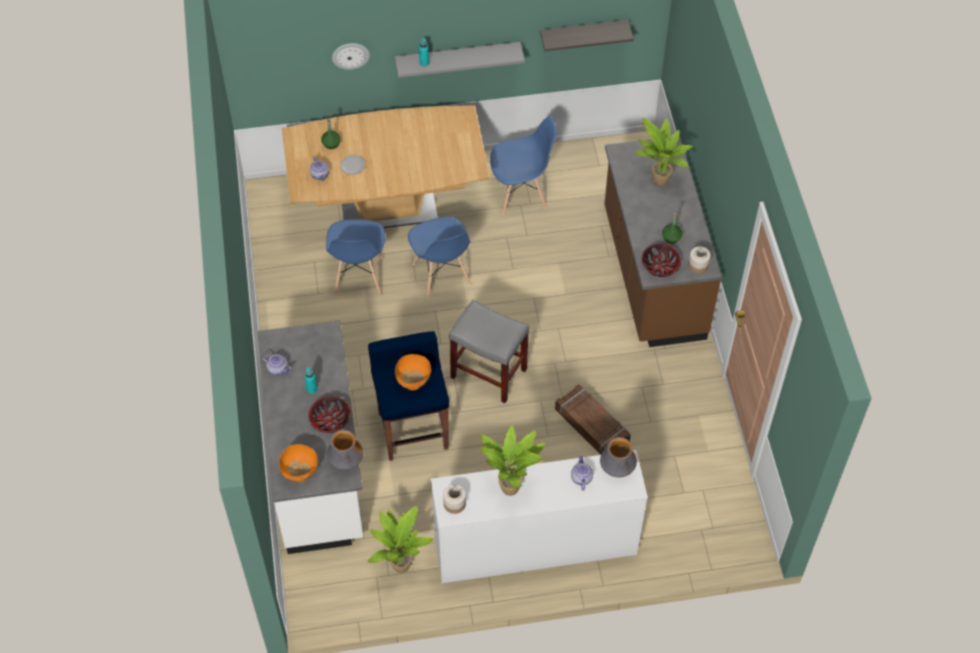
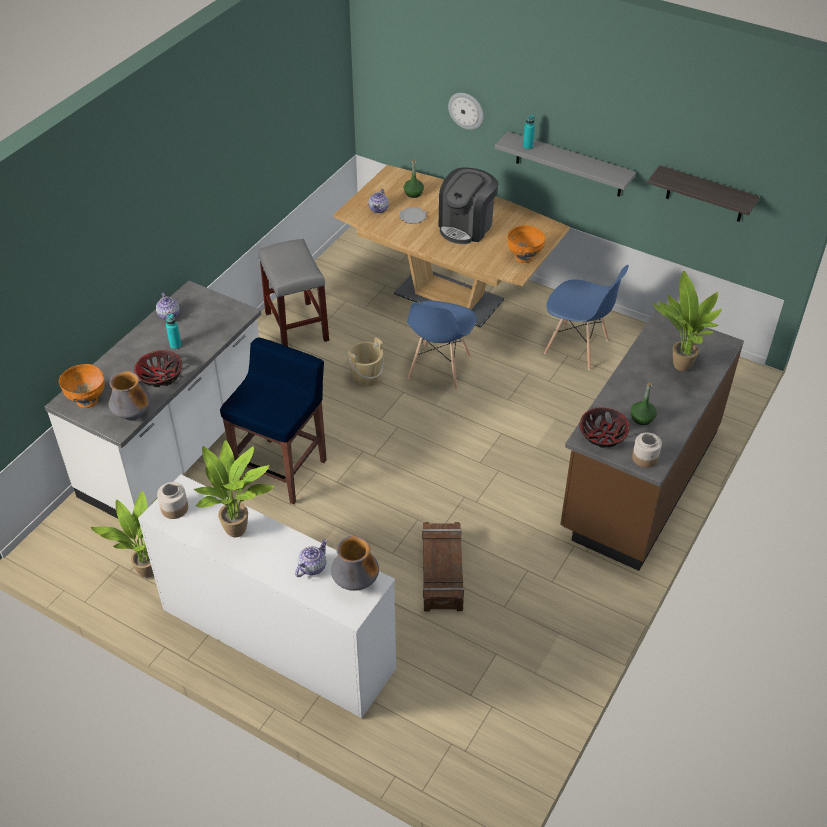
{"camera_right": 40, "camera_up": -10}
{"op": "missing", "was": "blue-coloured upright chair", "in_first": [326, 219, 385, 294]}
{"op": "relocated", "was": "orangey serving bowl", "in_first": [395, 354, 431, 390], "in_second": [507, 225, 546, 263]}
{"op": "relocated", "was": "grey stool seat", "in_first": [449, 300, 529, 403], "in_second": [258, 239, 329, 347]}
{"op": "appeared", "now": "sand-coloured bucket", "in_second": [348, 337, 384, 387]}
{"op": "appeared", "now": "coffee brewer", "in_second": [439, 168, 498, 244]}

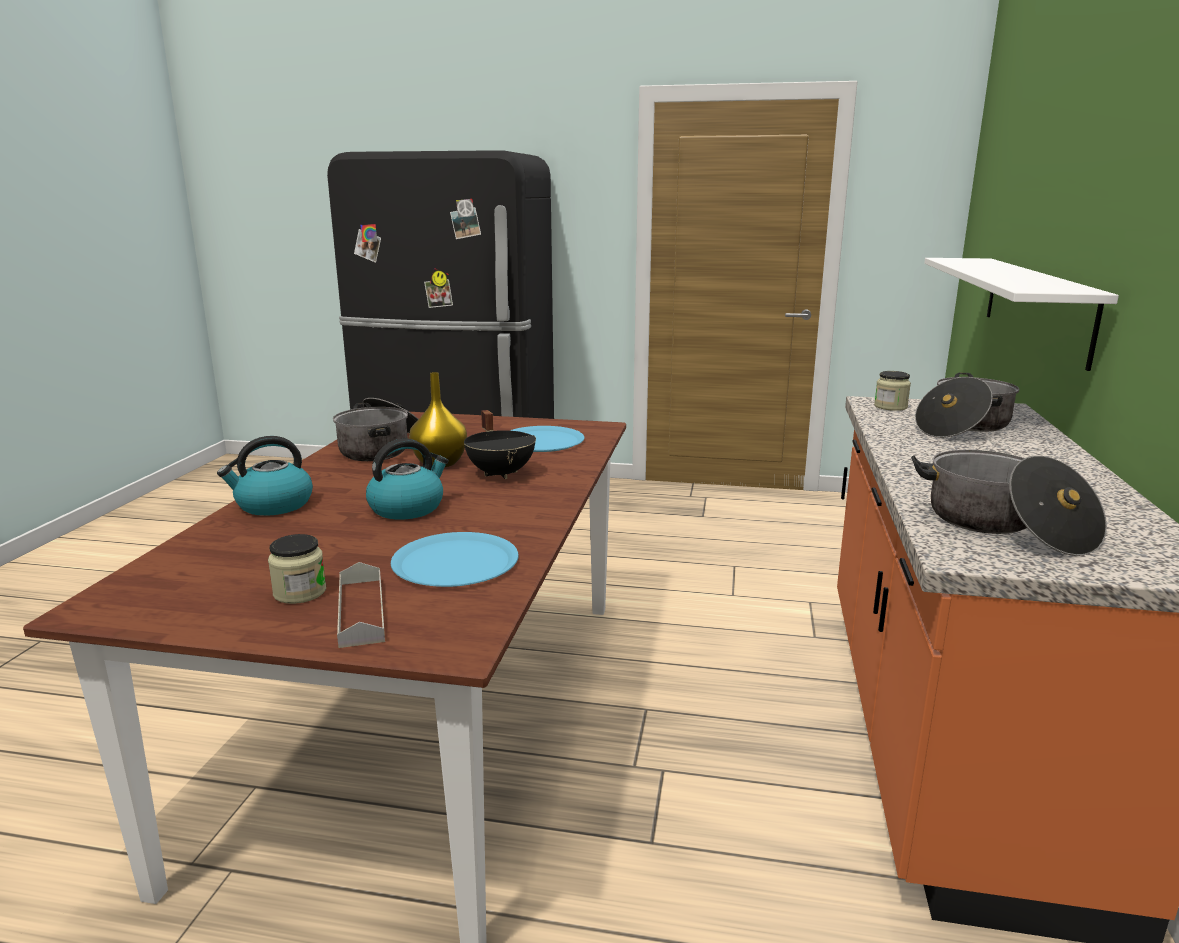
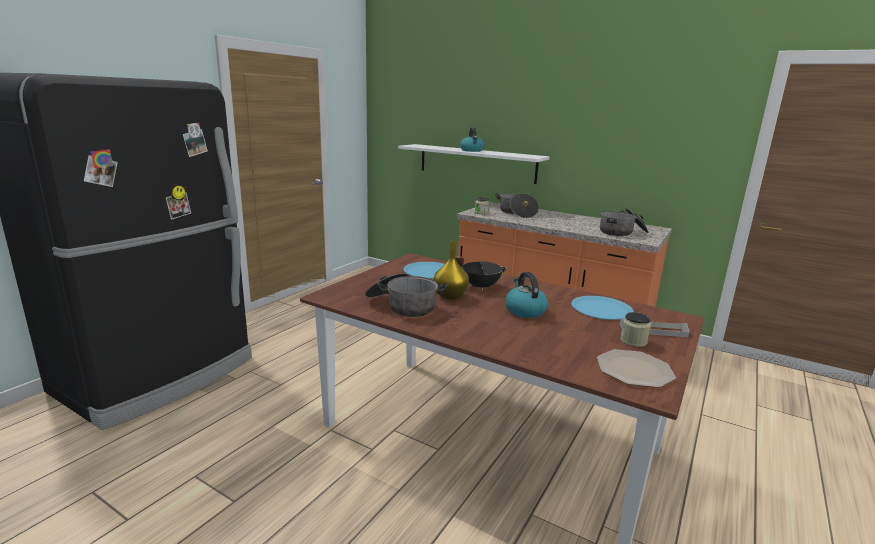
{"camera_right": -70, "camera_up": 0}
{"op": "relocated", "was": "tea kettle", "in_first": [217, 436, 313, 516], "in_second": [460, 127, 484, 152]}
{"op": "appeared", "now": "plate", "in_second": [597, 349, 676, 388]}

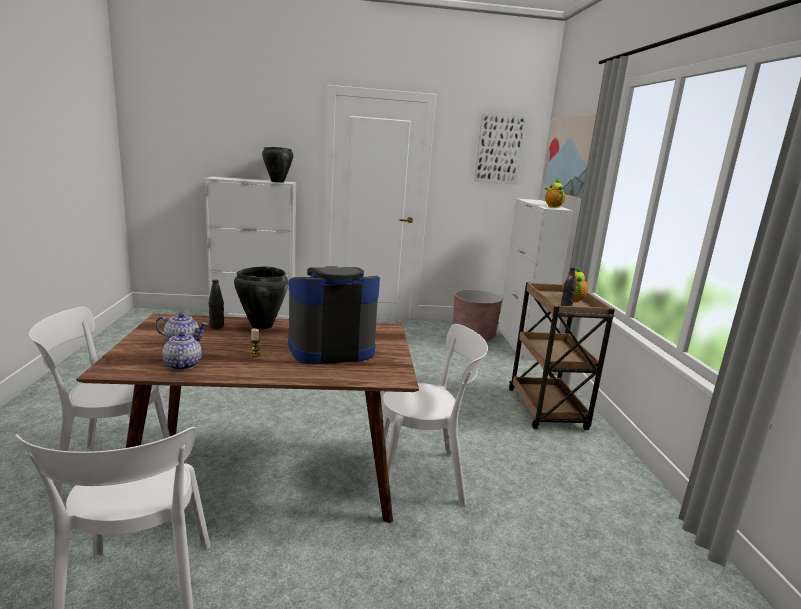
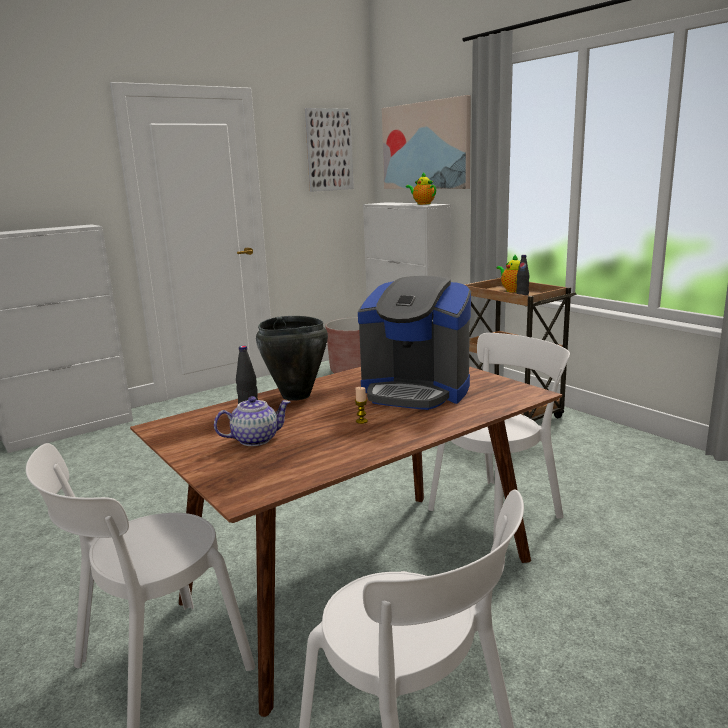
{"camera_right": -30, "camera_up": 0}
{"op": "missing", "was": "teapot", "in_first": [162, 331, 202, 371]}
{"op": "missing", "was": "blackish cooking pot", "in_first": [262, 147, 294, 183]}
{"op": "spun", "was": "coffee brewer", "in_first": [288, 266, 380, 364], "in_second": [358, 276, 471, 410], "clockwise": -105}

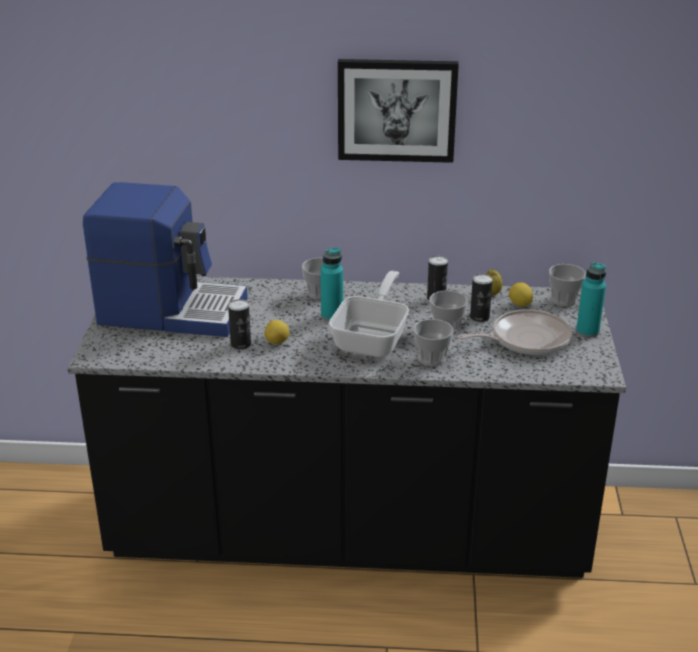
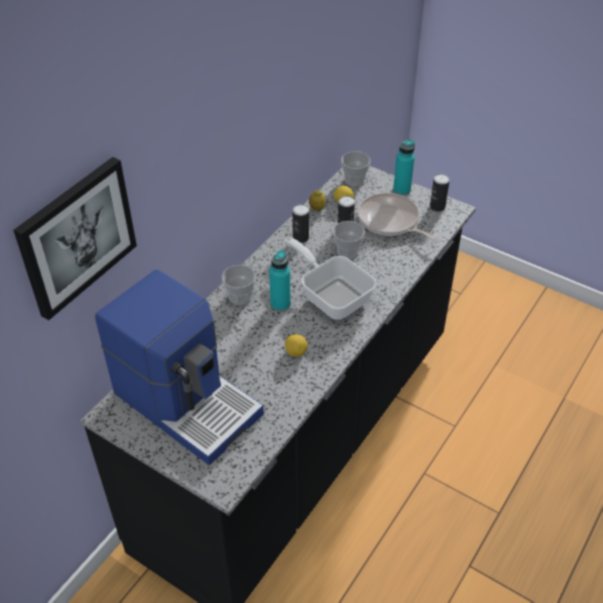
{"camera_right": -60, "camera_up": 15}
{"op": "spun", "was": "coffee brewer", "in_first": [83, 182, 248, 337], "in_second": [95, 270, 264, 465], "clockwise": 90}
{"op": "relocated", "was": "metal can", "in_first": [228, 299, 251, 349], "in_second": [430, 174, 450, 212]}
{"op": "relocated", "was": "wall picture", "in_first": [338, 59, 459, 163], "in_second": [13, 157, 137, 320]}
{"op": "missing", "was": "small cup", "in_first": [413, 319, 454, 366]}
{"op": "spun", "was": "pan", "in_first": [457, 309, 572, 355], "in_second": [358, 193, 438, 242], "clockwise": -60}

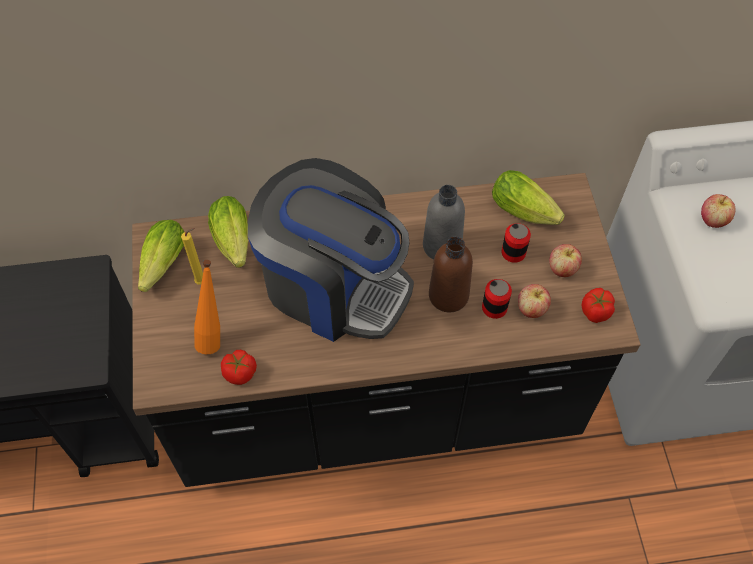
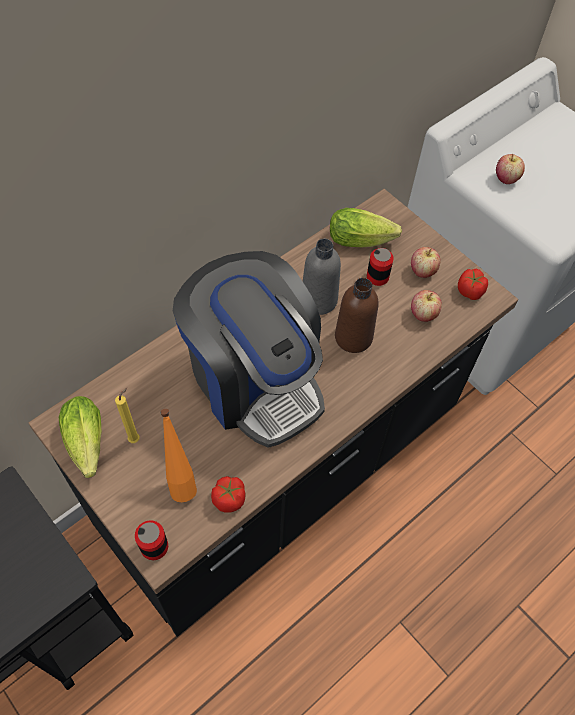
{"camera_right": -35, "camera_up": 0}
{"op": "missing", "was": "lettuce", "in_first": [208, 196, 248, 268]}
{"op": "spun", "was": "coffee brewer", "in_first": [248, 158, 414, 342], "in_second": [173, 251, 325, 448], "clockwise": 60}
{"op": "relocated", "was": "metal can", "in_first": [482, 279, 512, 319], "in_second": [135, 520, 168, 560]}

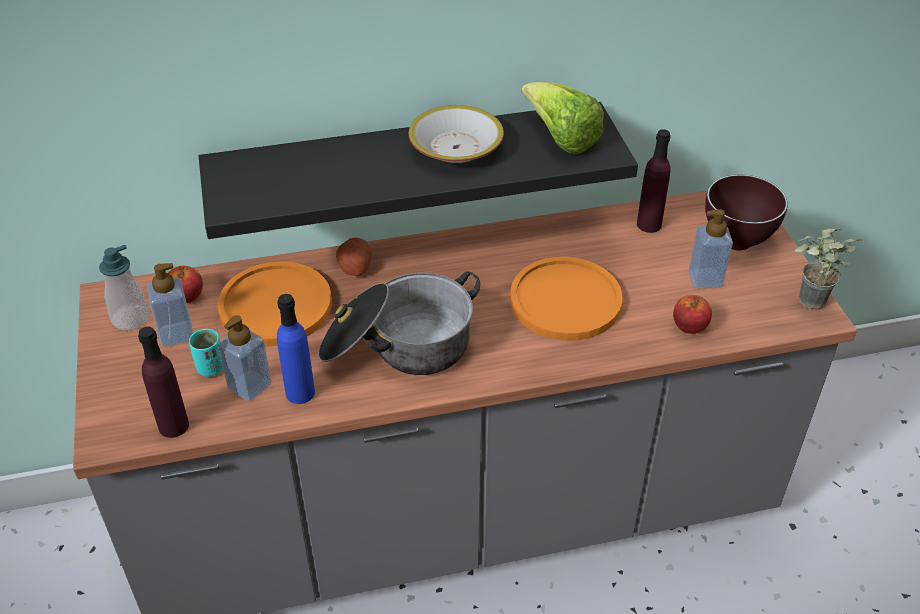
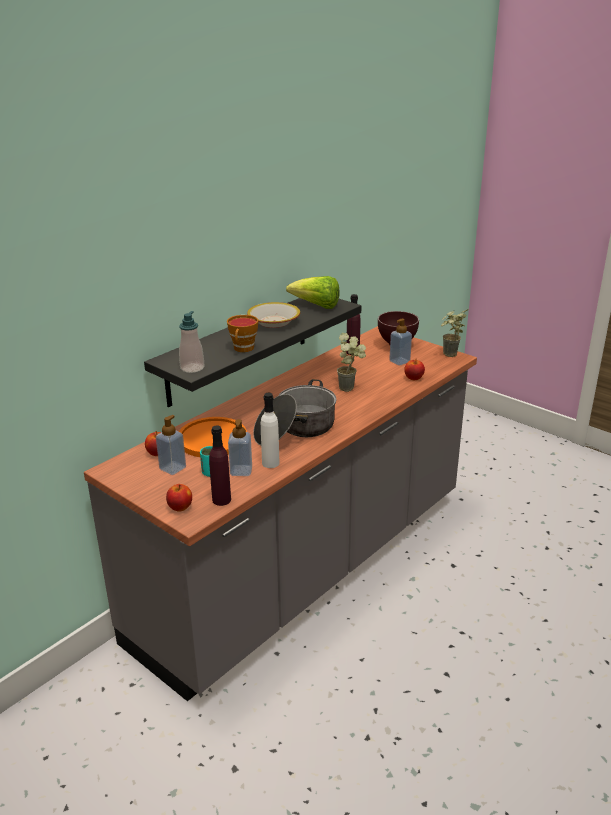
{"camera_right": -35, "camera_up": -15}
{"op": "relocated", "was": "soap dispenser", "in_first": [99, 245, 149, 330], "in_second": [179, 311, 205, 373]}
{"op": "colour", "was": "blue-coloured bottle", "now": "white bottle", "in_first": [277, 294, 315, 404], "in_second": [261, 393, 280, 468]}
{"op": "missing", "was": "potato", "in_first": [336, 238, 372, 276]}
{"op": "exchanged", "was": "orangey plate", "now": "potted plant", "in_first": [510, 257, 623, 341], "in_second": [337, 333, 366, 392]}
{"op": "appeared", "now": "whole apple", "in_second": [166, 484, 192, 512]}
{"op": "appeared", "now": "small cup", "in_second": [227, 315, 259, 352]}

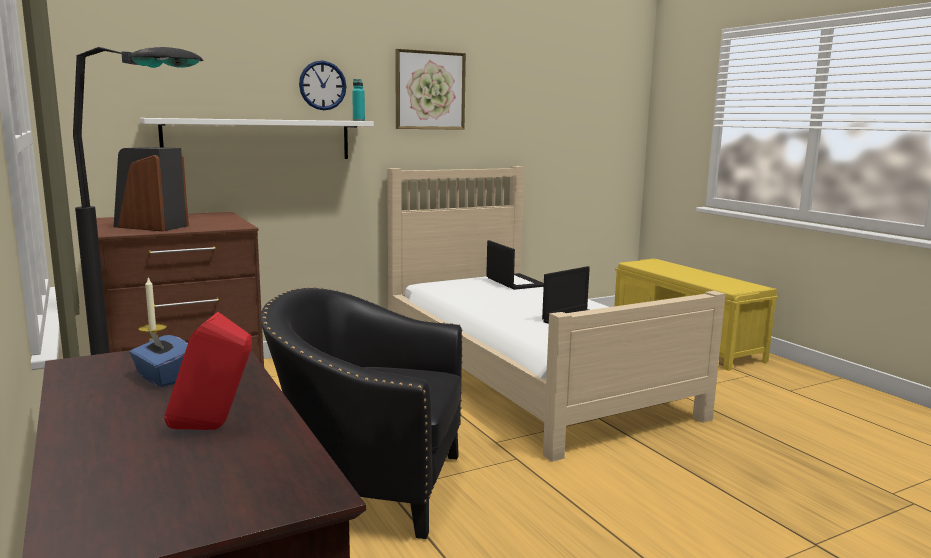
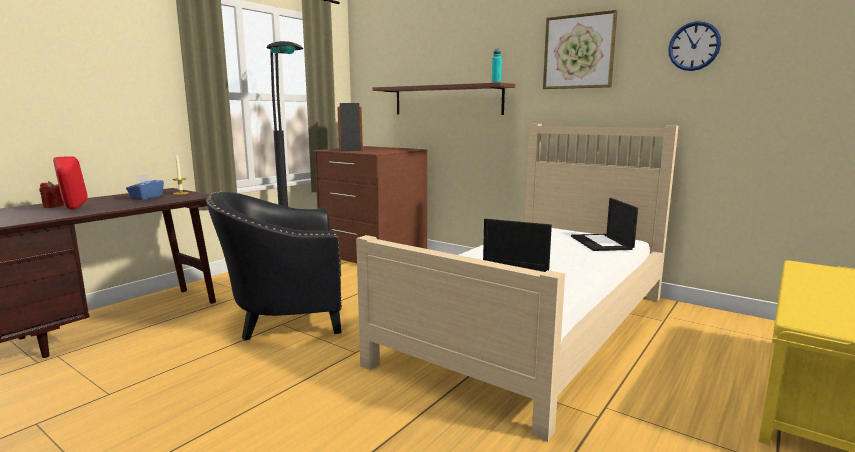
{"camera_right": 65, "camera_up": 0}
{"op": "colour", "was": "white bracket shelf", "now": "brownish bracket shelf", "in_first": [140, 118, 374, 159], "in_second": [372, 82, 515, 115]}
{"op": "spun", "was": "blackish easy chair", "in_first": [260, 287, 463, 539], "in_second": [206, 192, 342, 340], "clockwise": -90}
{"op": "relocated", "was": "clock on the wall", "in_first": [299, 60, 347, 110], "in_second": [668, 21, 721, 71]}
{"op": "spun", "was": "notebook computer", "in_first": [486, 240, 544, 290], "in_second": [571, 198, 638, 251], "clockwise": 135}
{"op": "appeared", "now": "reddish candle", "in_second": [39, 181, 65, 208]}

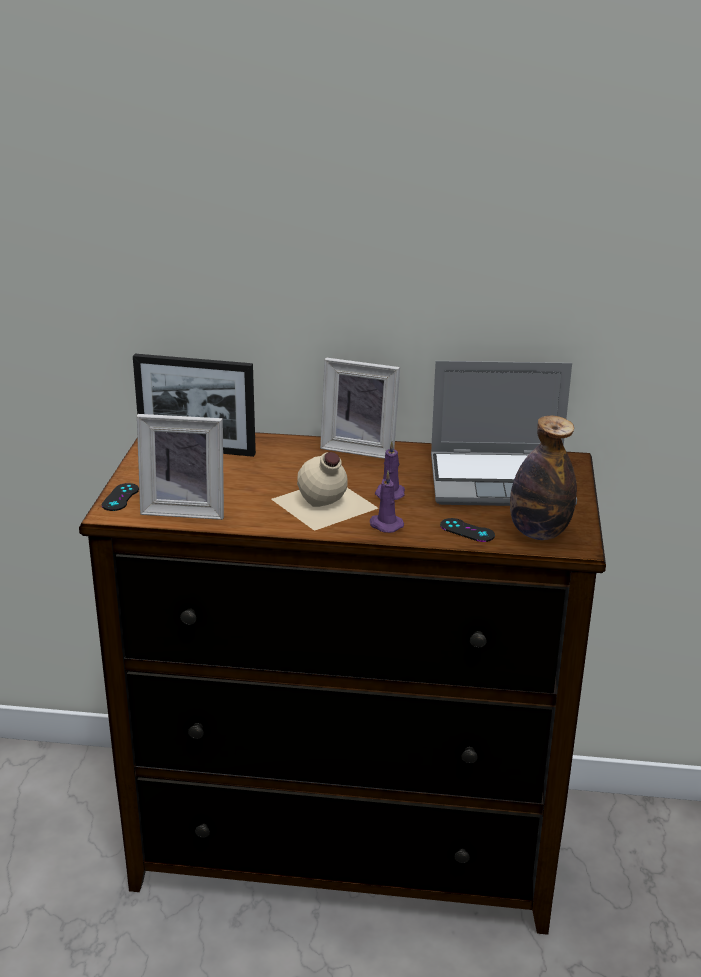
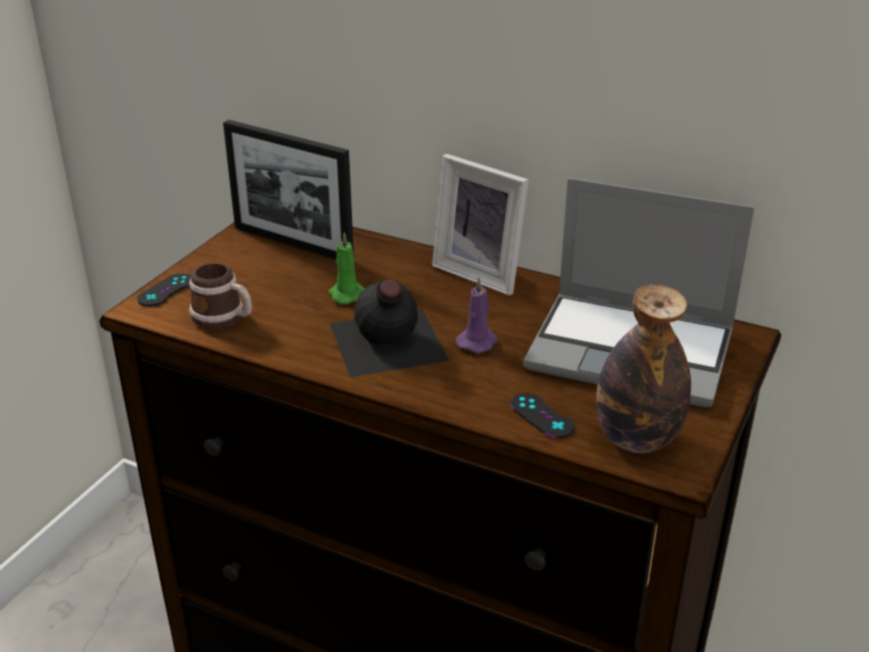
{"camera_right": 20, "camera_up": 5}
{"op": "exchanged", "was": "standing frame", "now": "tea mug", "in_first": [137, 414, 224, 520], "in_second": [189, 263, 252, 329]}
{"op": "colour", "was": "sand-coloured bottle", "now": "blackish bottle", "in_first": [271, 452, 378, 531], "in_second": [329, 280, 450, 377]}
{"op": "missing", "was": "purple candle", "in_first": [370, 471, 404, 533]}
{"op": "appeared", "now": "greenish candle", "in_second": [329, 232, 365, 304]}

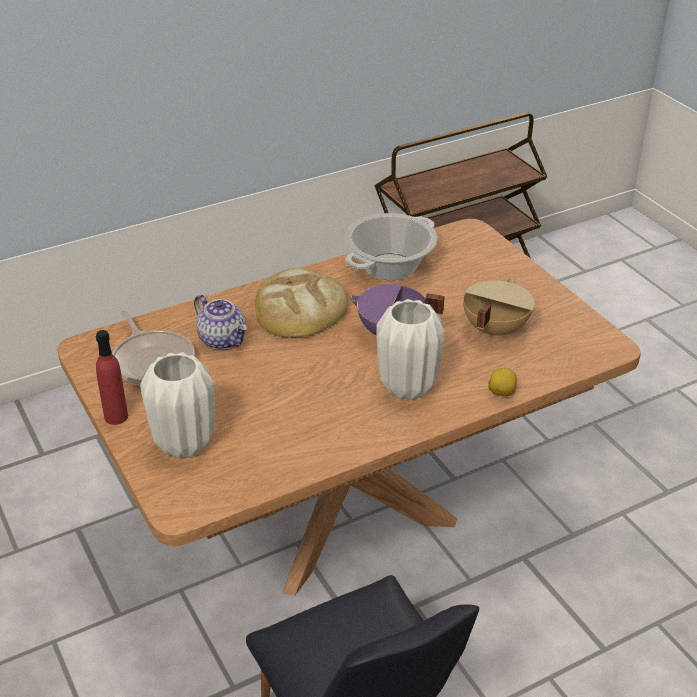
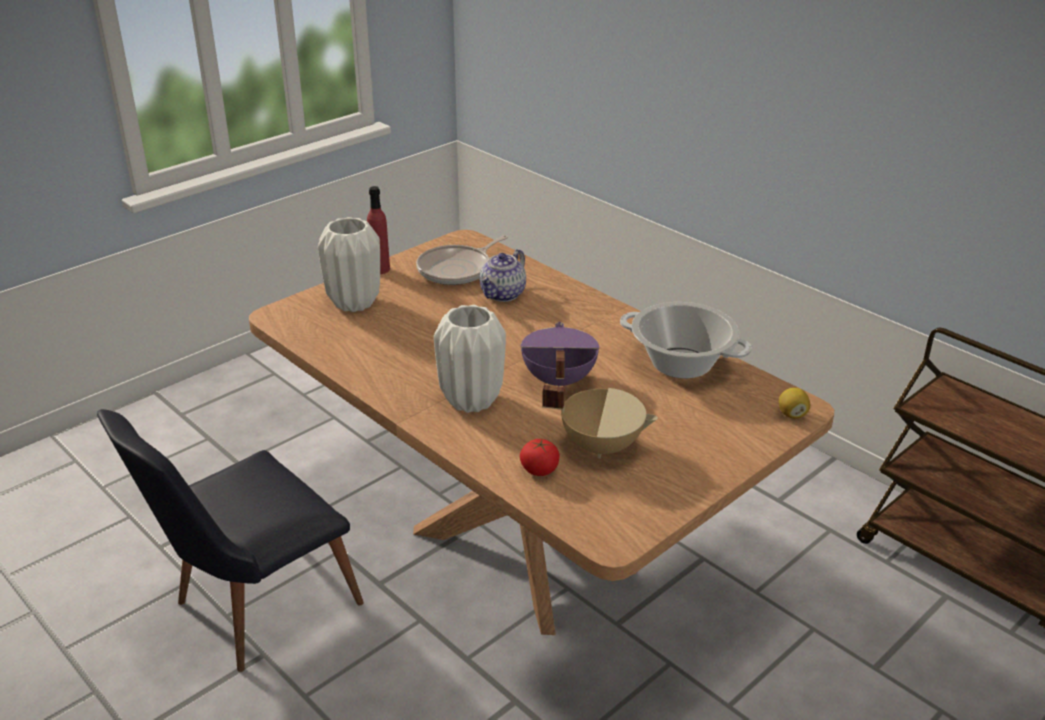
{"camera_right": 75, "camera_up": -5}
{"op": "missing", "was": "bakery bread", "in_first": [255, 268, 348, 338]}
{"op": "relocated", "was": "citrus fruit", "in_first": [488, 368, 517, 396], "in_second": [779, 388, 810, 419]}
{"op": "appeared", "now": "whole tomato", "in_second": [520, 439, 560, 476]}

